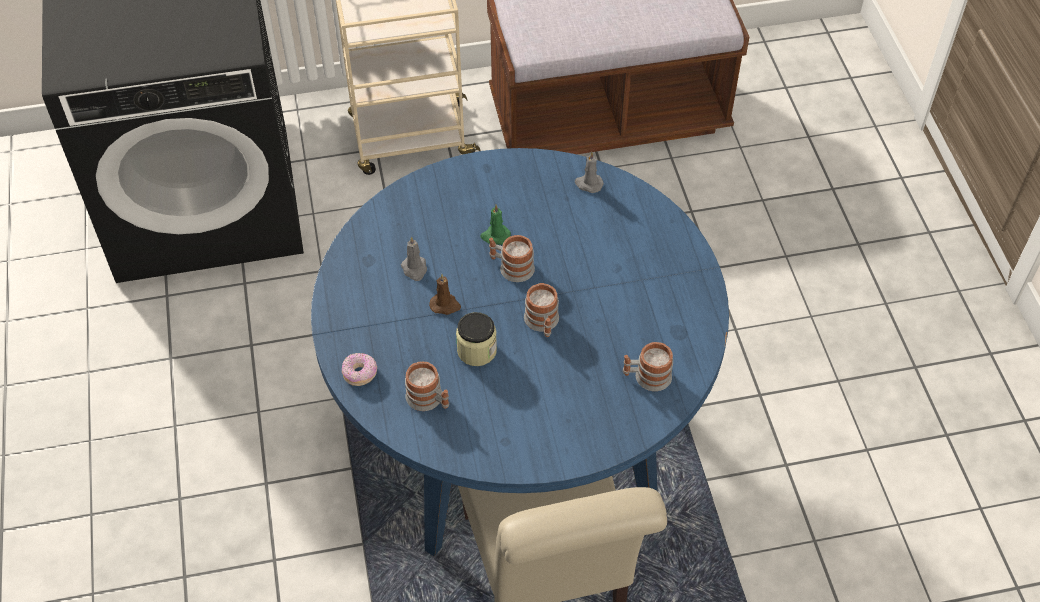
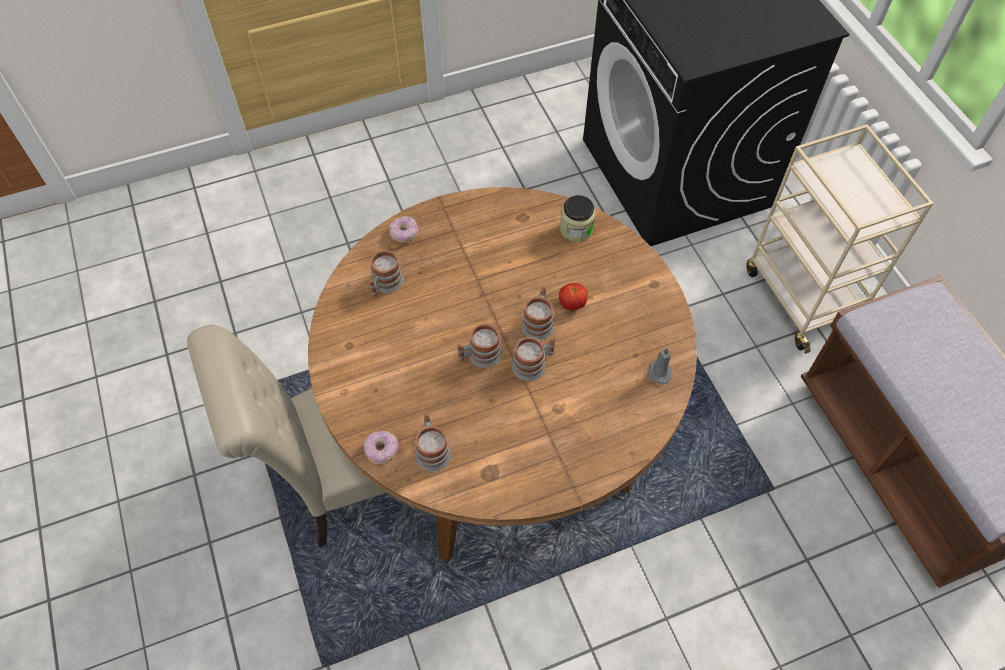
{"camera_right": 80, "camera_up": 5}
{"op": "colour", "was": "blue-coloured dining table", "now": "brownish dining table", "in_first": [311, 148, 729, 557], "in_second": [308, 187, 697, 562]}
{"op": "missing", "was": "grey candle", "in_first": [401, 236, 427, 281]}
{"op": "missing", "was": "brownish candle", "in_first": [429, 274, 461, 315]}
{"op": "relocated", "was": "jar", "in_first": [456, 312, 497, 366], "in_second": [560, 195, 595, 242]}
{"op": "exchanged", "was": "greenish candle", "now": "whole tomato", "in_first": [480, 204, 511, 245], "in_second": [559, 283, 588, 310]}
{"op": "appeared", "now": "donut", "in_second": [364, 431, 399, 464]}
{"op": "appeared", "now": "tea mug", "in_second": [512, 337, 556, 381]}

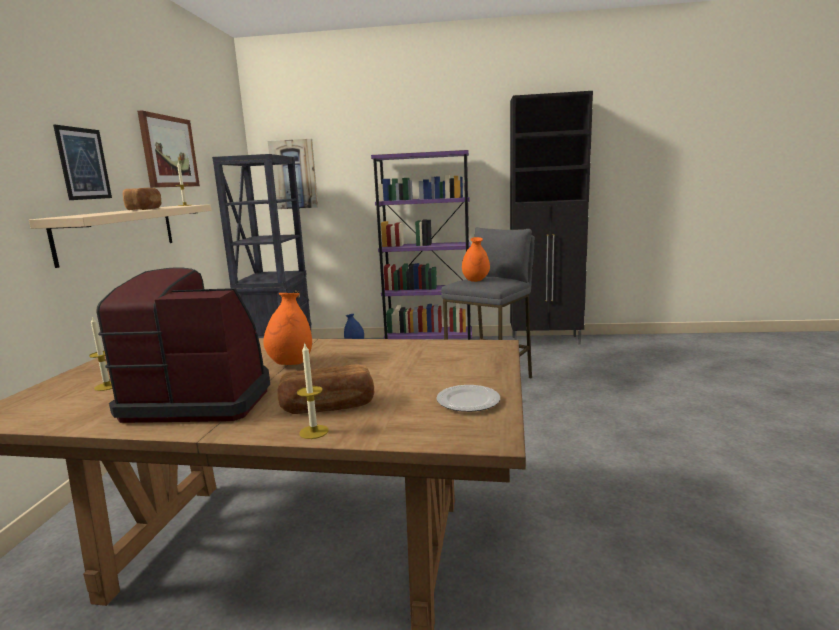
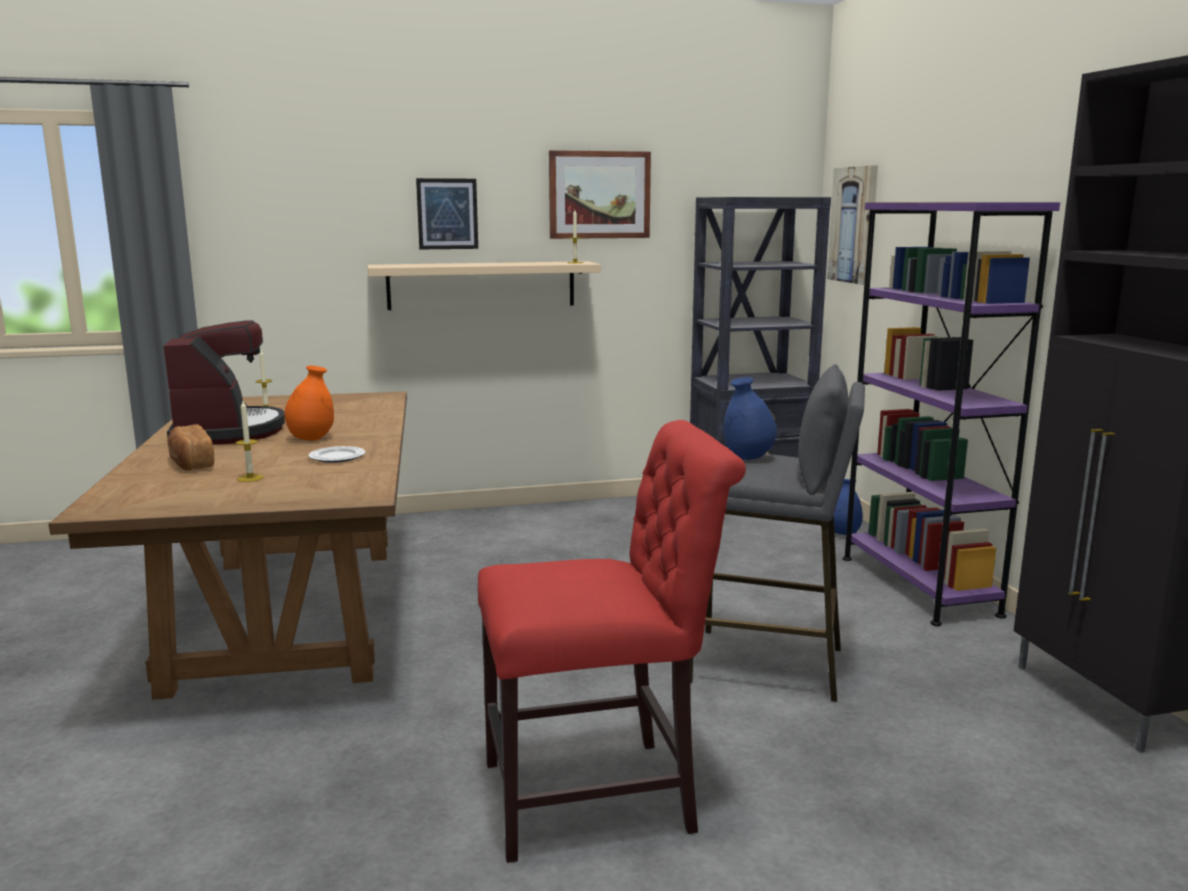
{"camera_right": 70, "camera_up": 0}
{"op": "missing", "was": "bakery bread", "in_first": [123, 188, 161, 210]}
{"op": "relocated", "was": "candle", "in_first": [297, 342, 329, 439], "in_second": [236, 401, 263, 482]}
{"op": "relocated", "was": "plate", "in_first": [436, 385, 500, 412], "in_second": [308, 446, 365, 463]}
{"op": "colour", "was": "orangey flower vase", "now": "blue-coloured flower vase", "in_first": [462, 237, 490, 282], "in_second": [723, 377, 777, 460]}
{"op": "appeared", "now": "reddish upright chair", "in_second": [478, 420, 746, 863]}

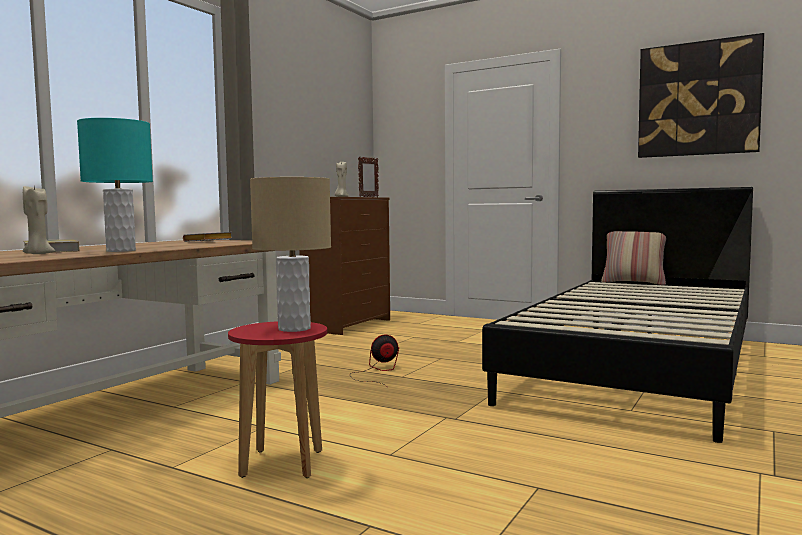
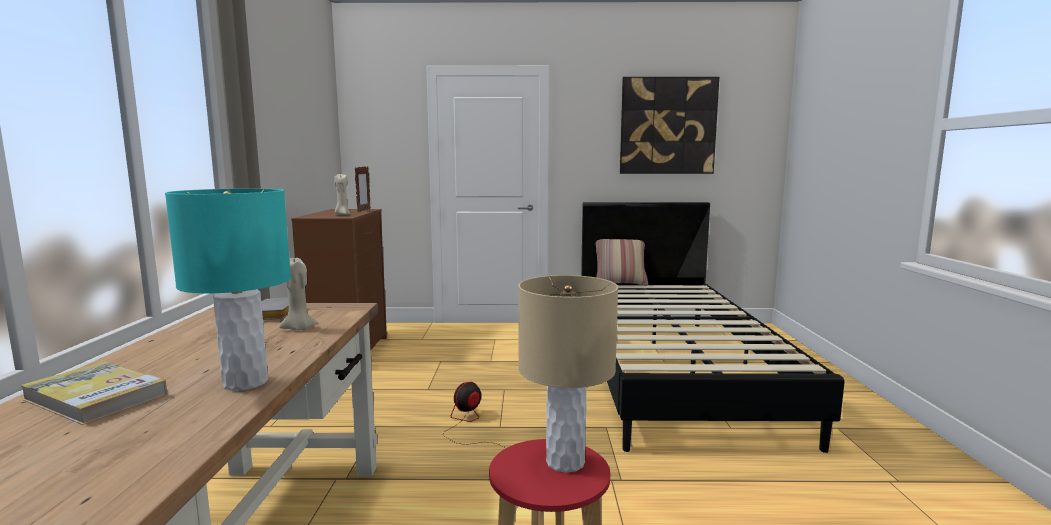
{"camera_right": -30, "camera_up": 5}
{"op": "relocated", "was": "sand-coloured candle", "in_first": [23, 186, 55, 254], "in_second": [279, 258, 318, 330]}

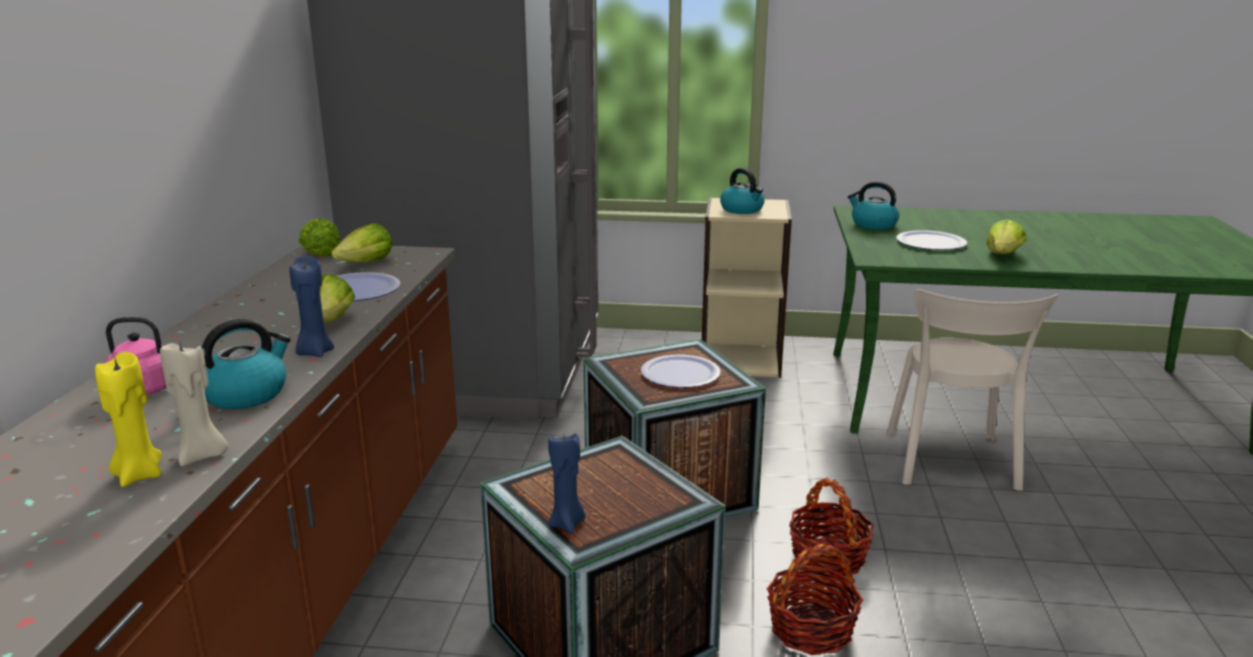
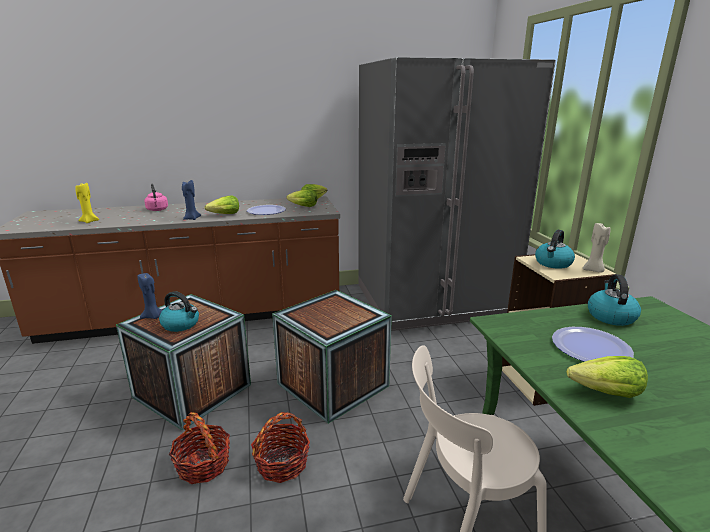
{"camera_right": 70, "camera_up": 0}
{"op": "relocated", "was": "sand-coloured candle", "in_first": [160, 340, 228, 466], "in_second": [583, 223, 610, 273]}
{"op": "relocated", "was": "tea kettle", "in_first": [202, 319, 291, 409], "in_second": [159, 291, 199, 332]}
{"op": "missing", "was": "plate", "in_first": [641, 355, 721, 388]}

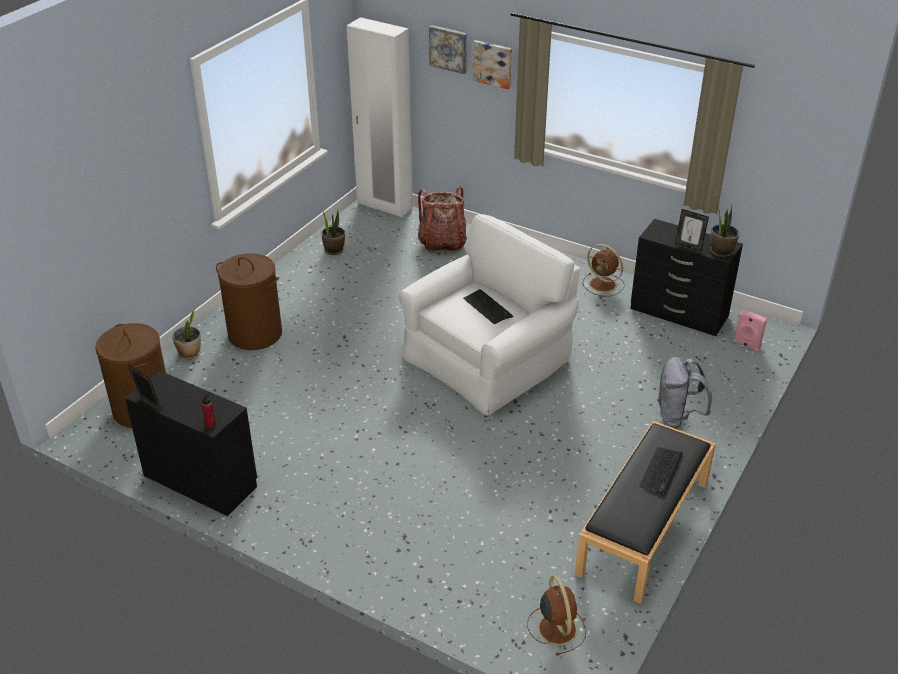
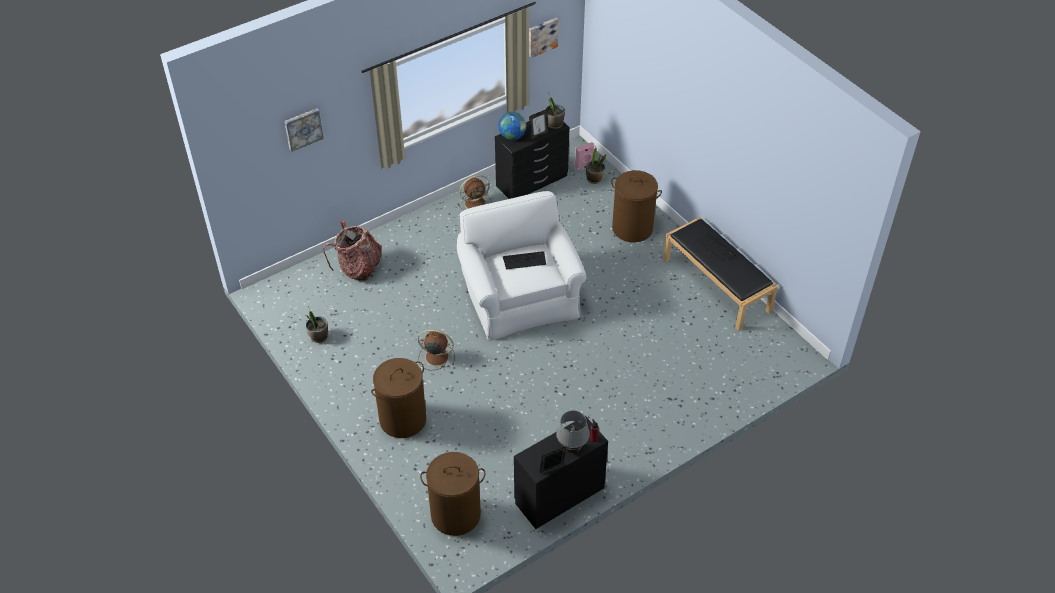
{"camera_right": -65, "camera_up": 10}
{"op": "relocated", "was": "potted plant", "in_first": [172, 310, 201, 359], "in_second": [586, 147, 606, 184]}
{"op": "missing", "was": "white wardrobe", "in_first": [347, 17, 413, 217]}
{"op": "relocated", "was": "wall picture", "in_first": [472, 40, 512, 89], "in_second": [529, 18, 559, 58]}
{"op": "relocated", "was": "brownish fan", "in_first": [527, 575, 586, 656], "in_second": [418, 329, 455, 370]}
{"op": "exchanged", "was": "grey rucksack", "now": "brownish washing basket", "in_first": [657, 356, 712, 428], "in_second": [611, 170, 662, 243]}
{"op": "appeared", "now": "globe", "in_second": [498, 112, 526, 140]}
{"op": "appeared", "now": "grey table lamp", "in_second": [556, 411, 590, 453]}

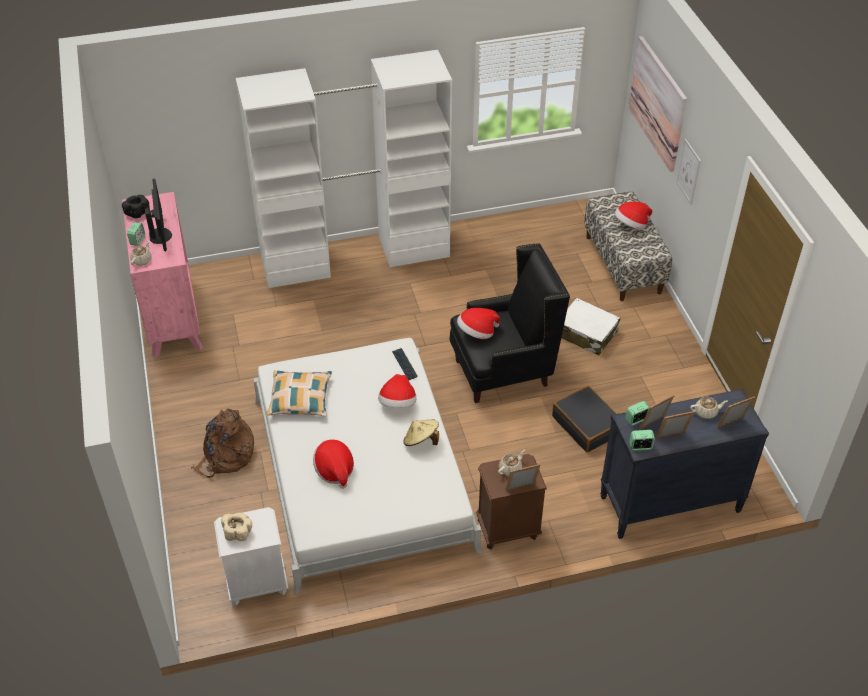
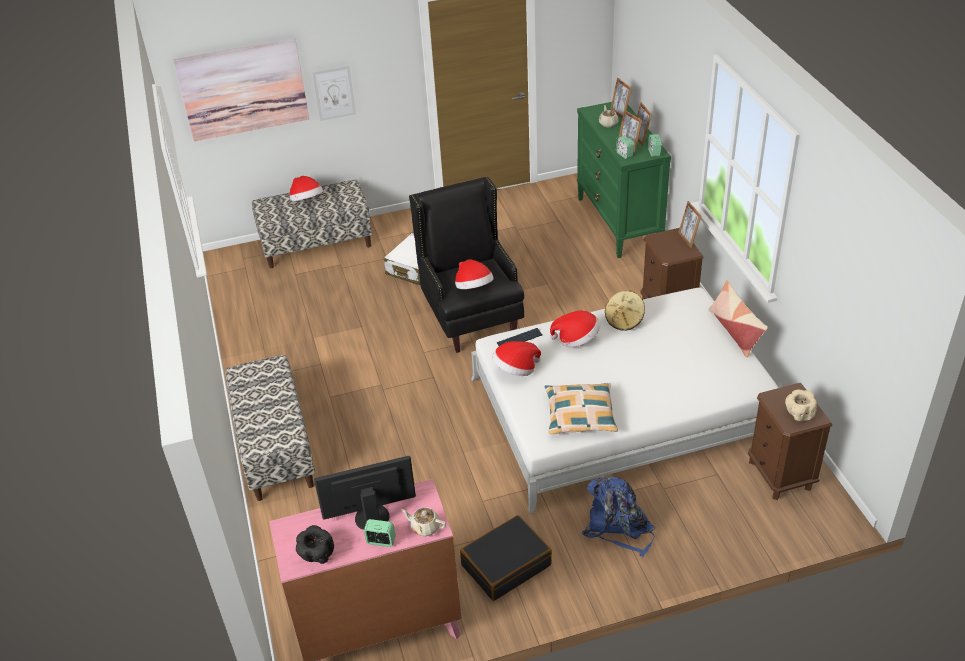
{"camera_right": -90, "camera_up": -5}
{"op": "colour", "was": "brownish rucksack", "now": "blue-coloured rucksack", "in_first": [191, 408, 254, 478], "in_second": [582, 477, 655, 557]}
{"op": "colour", "was": "white nightstand", "now": "brownish nightstand", "in_first": [214, 507, 289, 606], "in_second": [748, 383, 832, 500]}
{"op": "exchanged", "was": "white wardrobe", "now": "indoor bench", "in_first": [236, 50, 452, 288], "in_second": [225, 355, 315, 501]}
{"op": "relocated", "was": "wearable hat", "in_first": [313, 439, 354, 489], "in_second": [492, 341, 541, 376]}
{"op": "missing", "was": "sand-coloured teapot", "in_first": [498, 449, 525, 476]}
{"op": "relocated", "was": "blackish piece of luggage", "in_first": [552, 386, 617, 452], "in_second": [460, 515, 552, 601]}
{"op": "colour", "was": "blackish dresser", "now": "greenish dresser", "in_first": [600, 388, 769, 539], "in_second": [577, 102, 671, 258]}
{"op": "appeared", "now": "throw pillow", "in_second": [709, 280, 768, 358]}

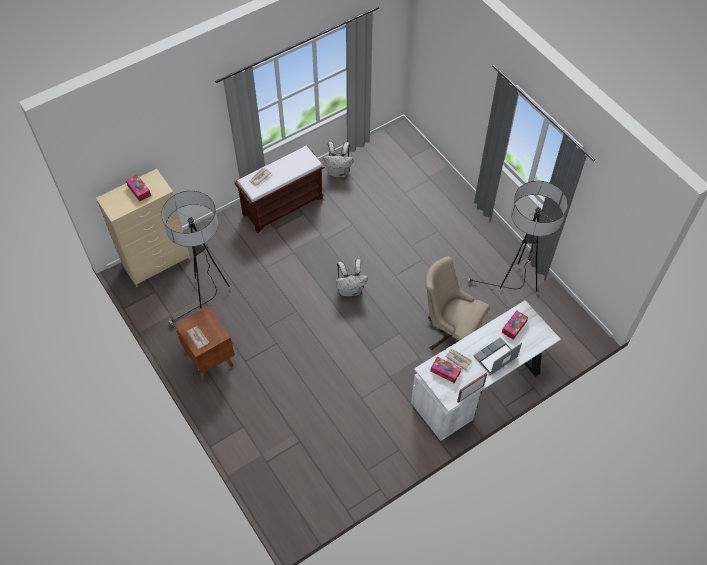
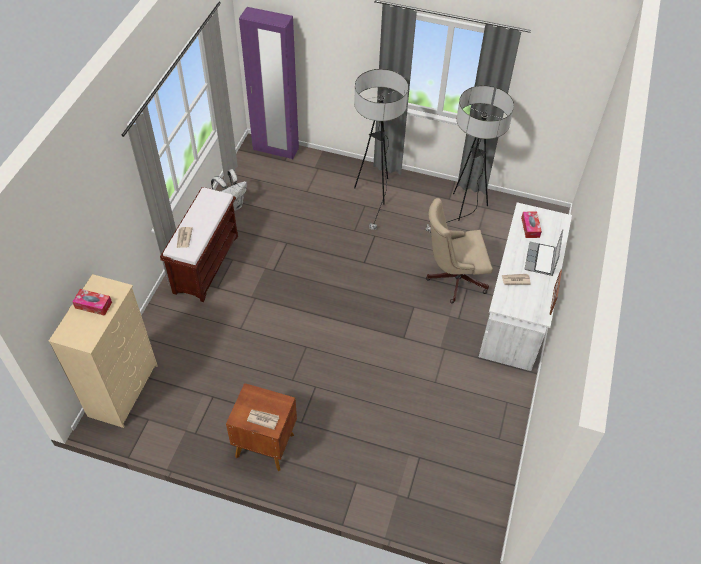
{"camera_right": -40, "camera_up": -5}
{"op": "relocated", "was": "standard lamp", "in_first": [161, 191, 230, 326], "in_second": [354, 69, 408, 230]}
{"op": "missing", "was": "white rucksack", "in_first": [336, 259, 368, 297]}
{"op": "missing", "was": "tissue holder", "in_first": [430, 356, 461, 383]}
{"op": "appeared", "now": "purple wardrobe", "in_second": [239, 7, 299, 159]}

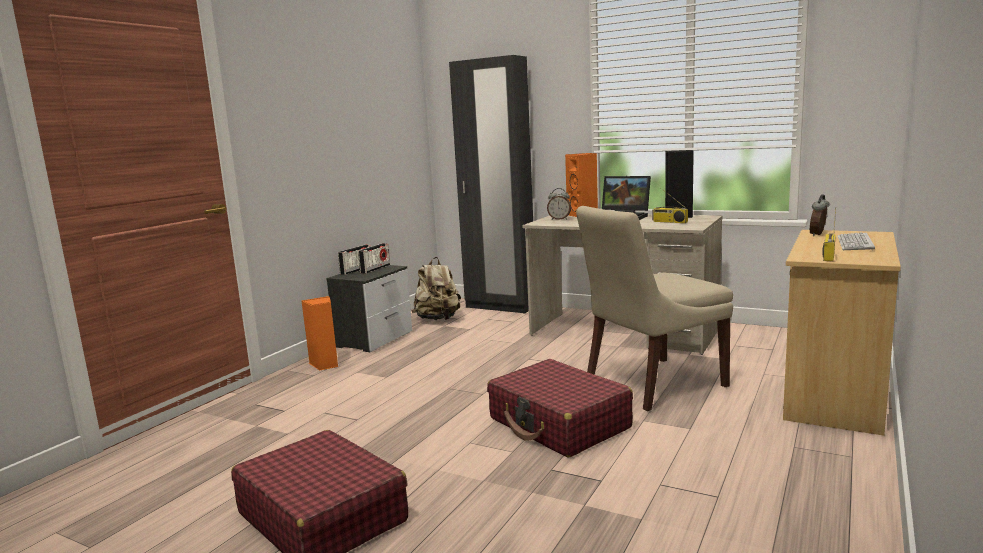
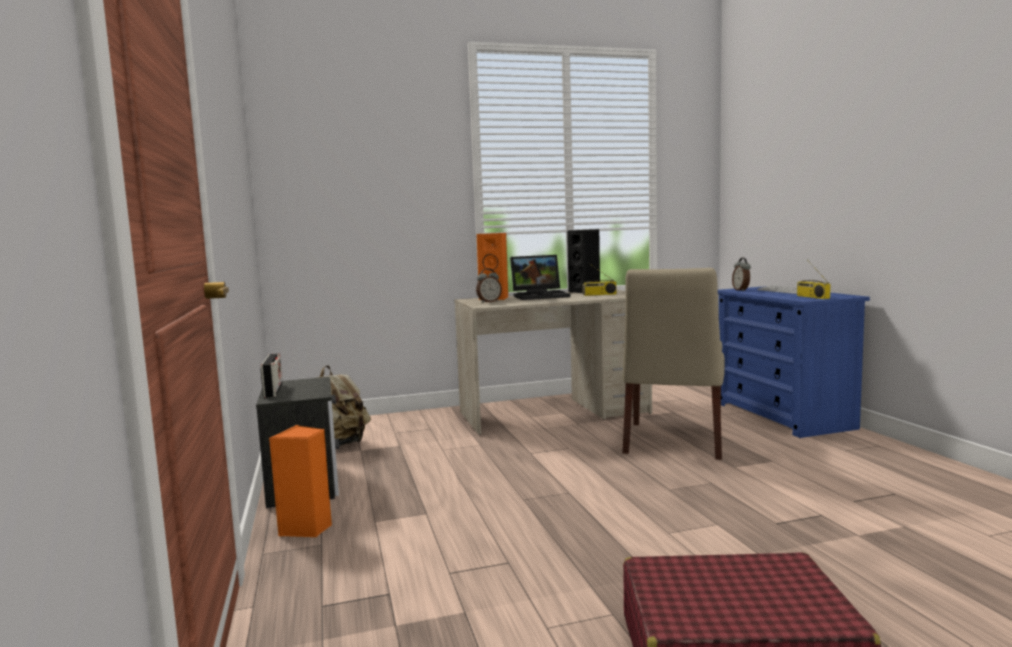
{"camera_right": -45, "camera_up": -5}
{"op": "missing", "was": "radio receiver", "in_first": [358, 243, 390, 274]}
{"op": "missing", "was": "blackish wardrobe", "in_first": [449, 55, 533, 314]}
{"op": "missing", "was": "reddish piece of luggage", "in_first": [487, 359, 633, 458]}
{"op": "colour", "was": "sand-coloured dresser", "now": "blue-coloured dresser", "in_first": [783, 230, 901, 436], "in_second": [718, 286, 870, 438]}

